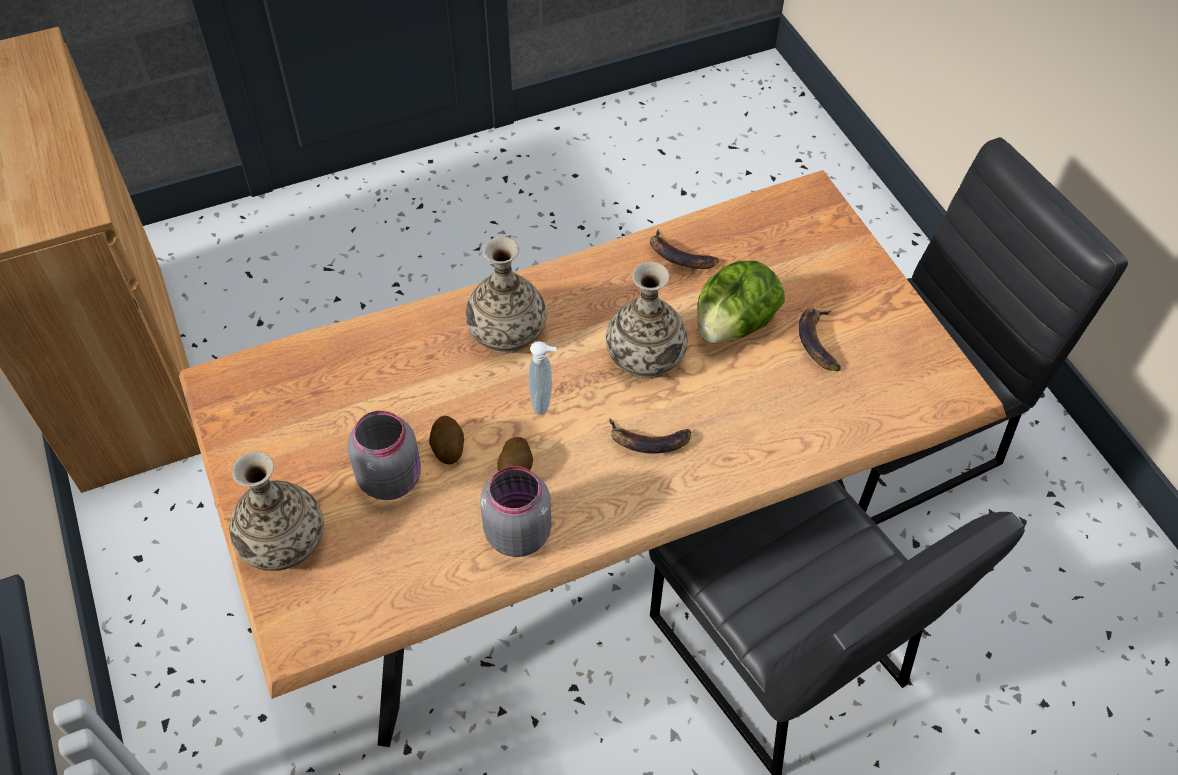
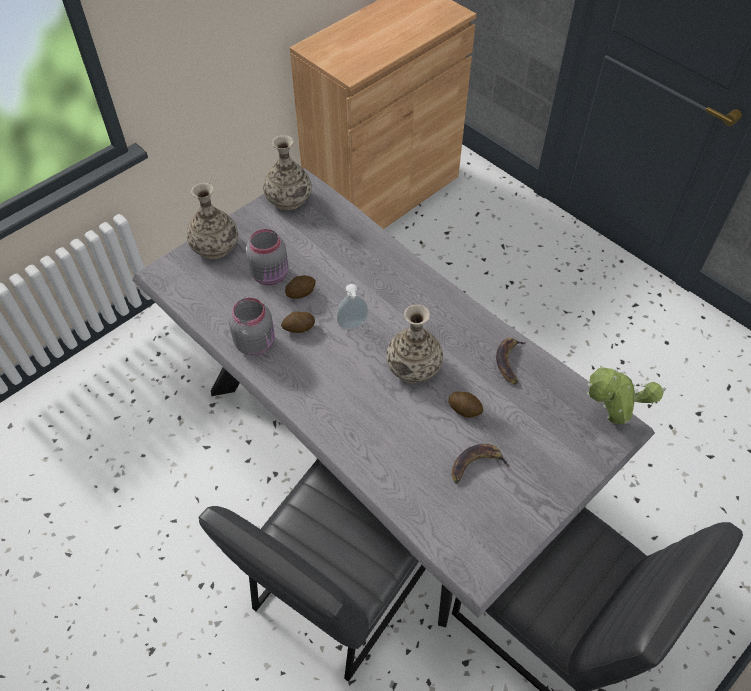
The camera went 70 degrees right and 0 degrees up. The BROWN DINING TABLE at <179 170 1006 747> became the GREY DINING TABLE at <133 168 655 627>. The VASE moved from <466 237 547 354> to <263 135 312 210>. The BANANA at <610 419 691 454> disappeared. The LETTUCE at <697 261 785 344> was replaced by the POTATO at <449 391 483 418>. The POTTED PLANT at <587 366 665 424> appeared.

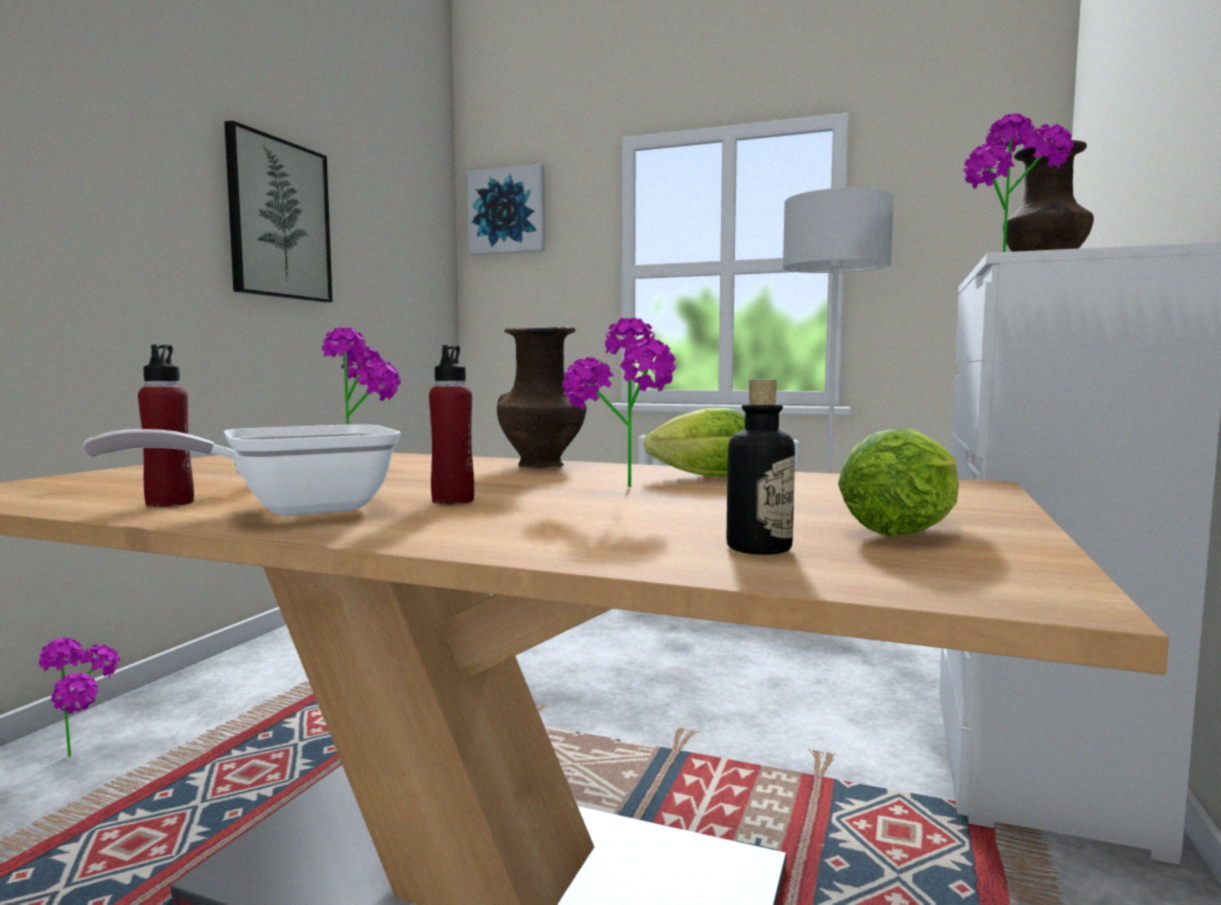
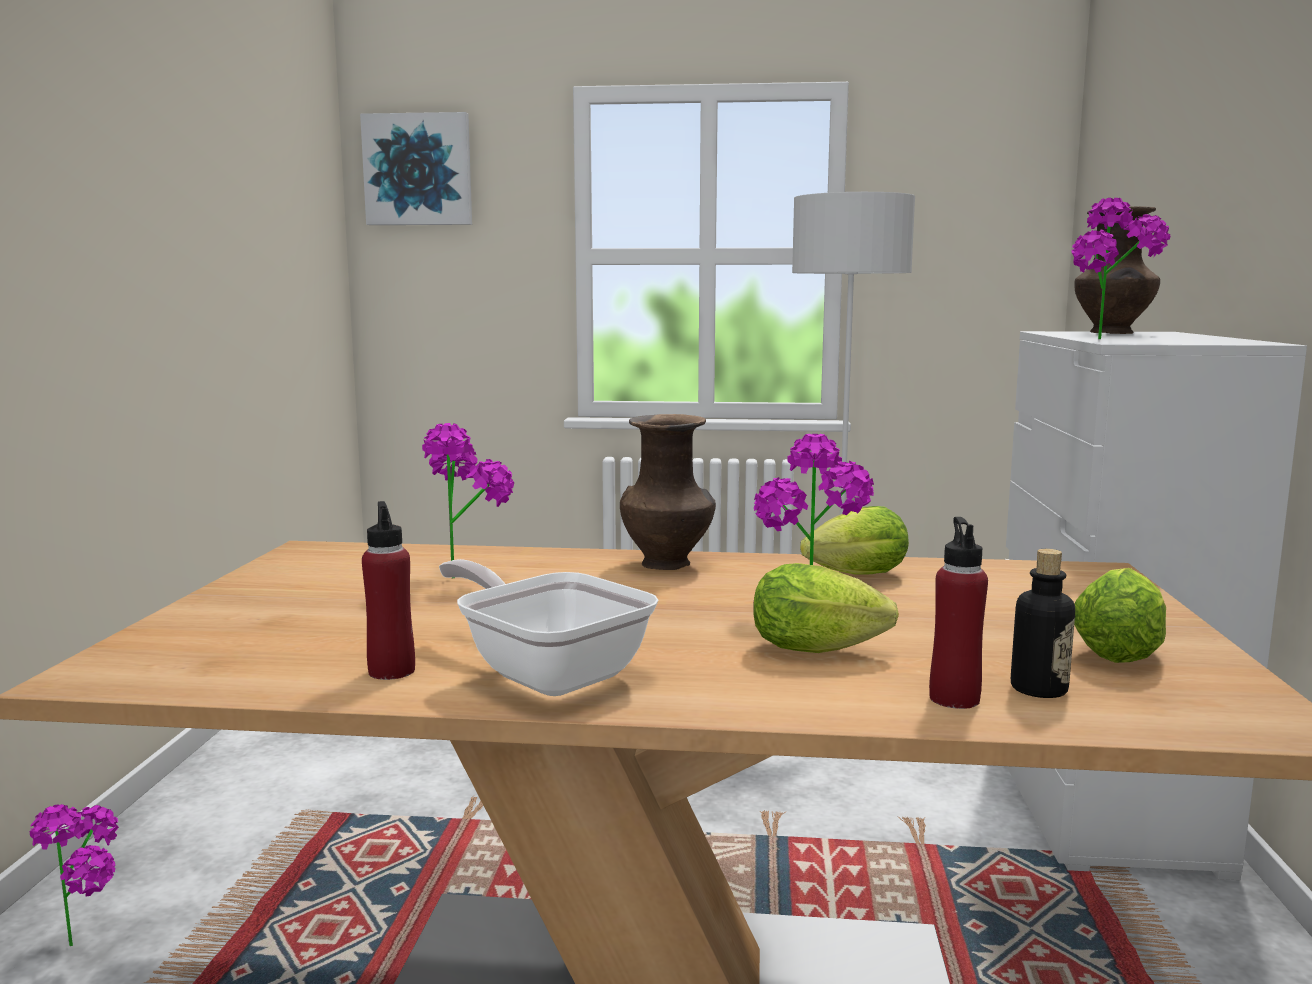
The camera went 15 degrees left and 5 degrees up. The FRYING PAN at <83 424 401 516> turned 90 degrees clockwise. The PICTURE at <224 120 332 302> disappeared. The RED BOTTLE moved from <429 345 474 504> to <929 517 988 709>. The LETTUCE at <753 563 899 653> appeared.

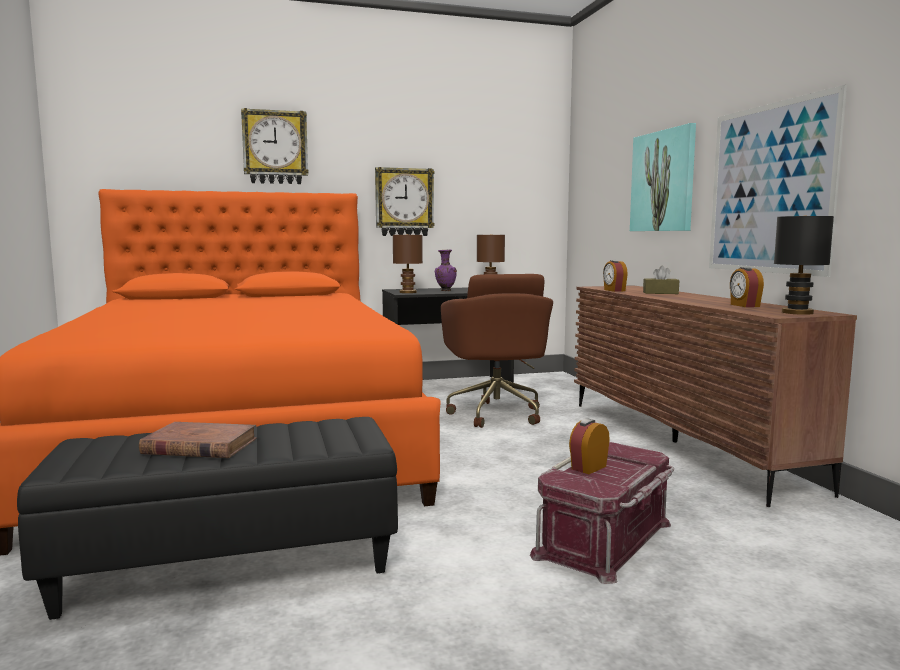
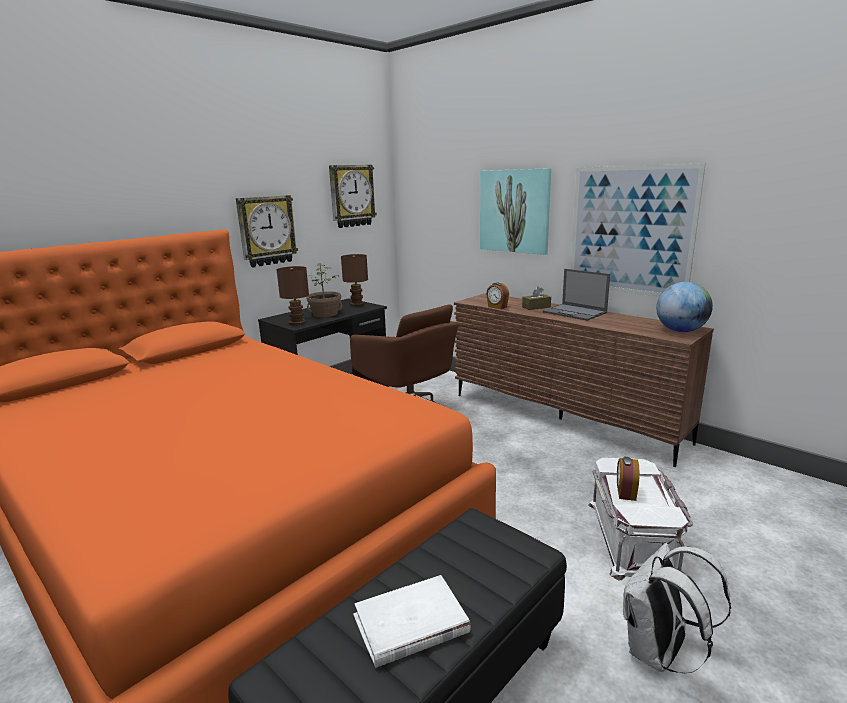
The camera went 30 degrees left and 10 degrees up. The BROWN BOOK at <139 422 257 458> became the WHITE BOOK at <353 575 471 668>. The WALL CLOCK moved from <241 108 308 184> to <329 165 377 228>. The PURPLE VASE at <435 250 457 291> was replaced by the POTTED PLANT at <306 263 342 317>. The RED STORAGE BOX at <530 442 674 584> became the WHITE STORAGE BOX at <588 458 693 581>. The ALARM CLOCK at <730 267 764 307> disappeared. The BLACK TABLE LAMP at <774 215 834 315> was replaced by the GLOBE at <656 282 713 332>. The LAPTOP at <543 269 610 321> appeared. The WHITE BACKPACK at <623 543 731 673> appeared.

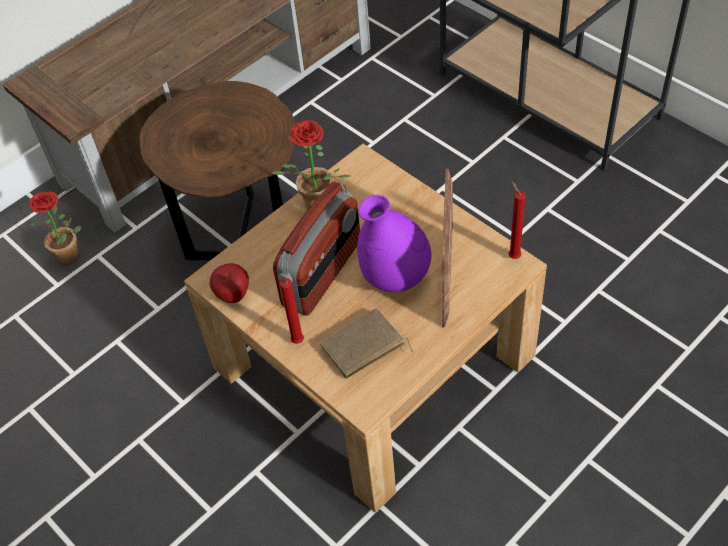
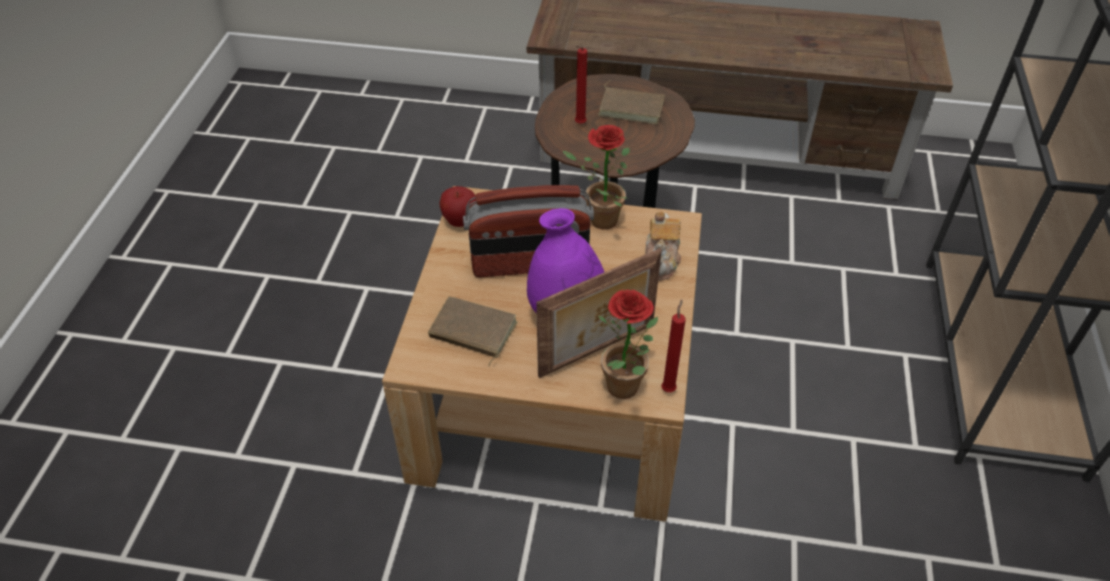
The camera went 50 degrees right and 5 degrees down. The POTTED PLANT moved from <29 191 81 265> to <598 289 658 399>. The RED CANDLE moved from <280 278 304 344> to <575 46 587 124>. The BROWN BOOK at <598 80 665 124> appeared. The TEAPOT at <646 211 681 281> appeared.

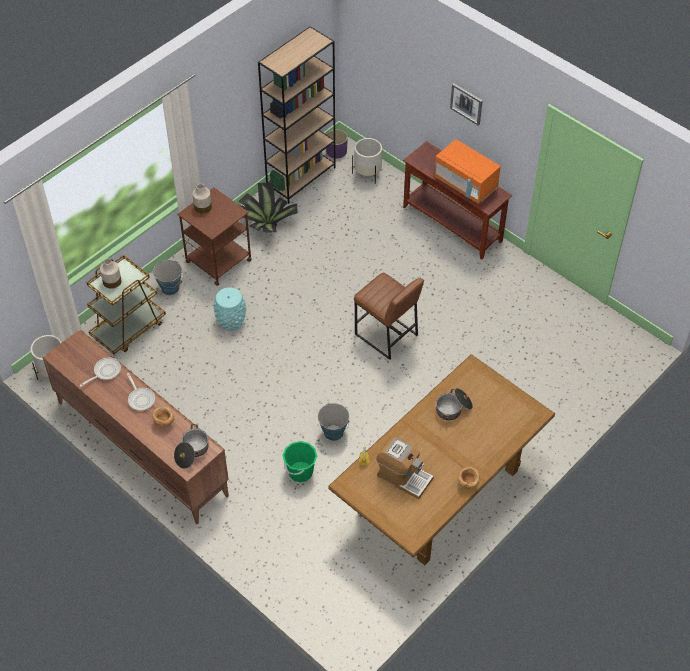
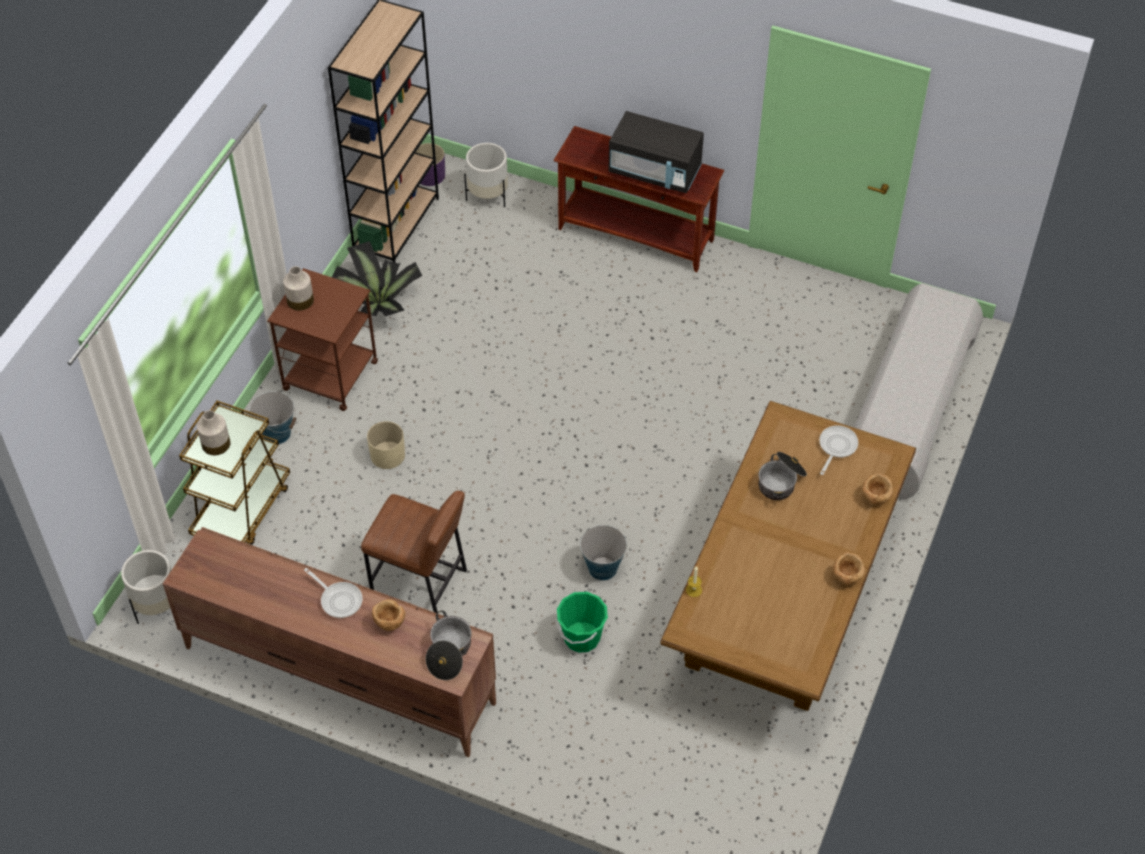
The camera went 20 degrees left and 0 degrees up. The FRYING PAN moved from <79 358 121 387> to <819 425 858 475>. The TURQUOISE STOOL at <214 287 246 331> was replaced by the BEIGE PLANTER at <367 421 405 469>. The BROWN CHAIR moved from <354 273 424 360> to <361 490 467 613>. The COFFEE MACHINE at <376 436 434 499> disappeared. The ORANGE MICROWAVE at <434 139 501 204> became the BLACK MICROWAVE at <608 111 704 193>. The PICTURE at <450 83 483 126> disappeared. The GREY BENCH at <853 283 983 500> appeared. The BROWN BOWL at <862 473 893 505> appeared.

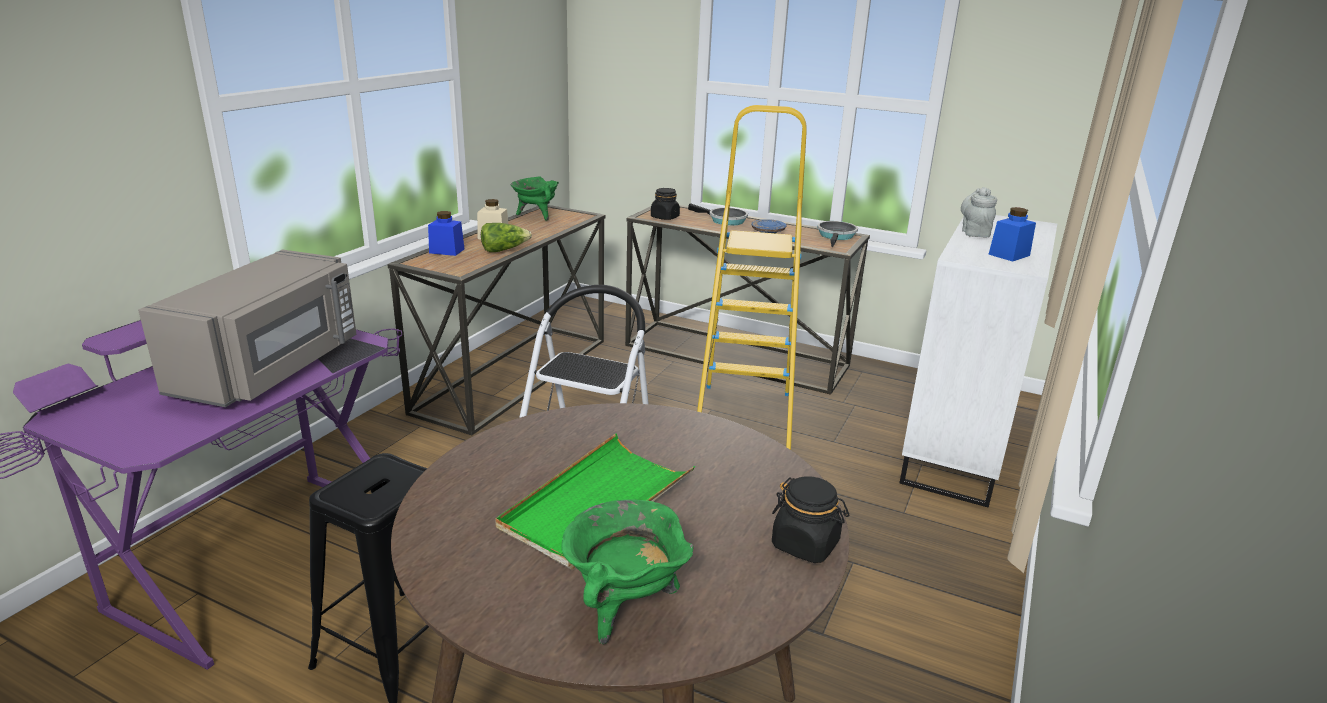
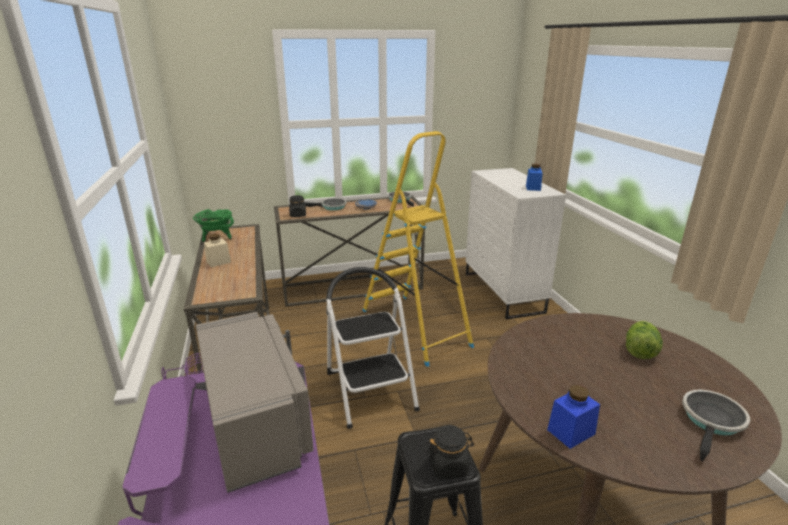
The camera went 40 degrees left and 0 degrees up. The BLUE JAR moved from <428 211 464 256> to <547 385 600 449>. The LETTUCE moved from <481 223 532 252> to <626 321 663 359>. The GREEN TRAY at <495 434 695 569> disappeared. The GREEN COOKING POT at <562 499 693 644> was replaced by the FRYING PAN at <682 390 750 461>. The BLACK JAR moved from <772 476 849 563> to <427 425 474 479>. The GREY TEAPOT at <961 187 997 237> disappeared.

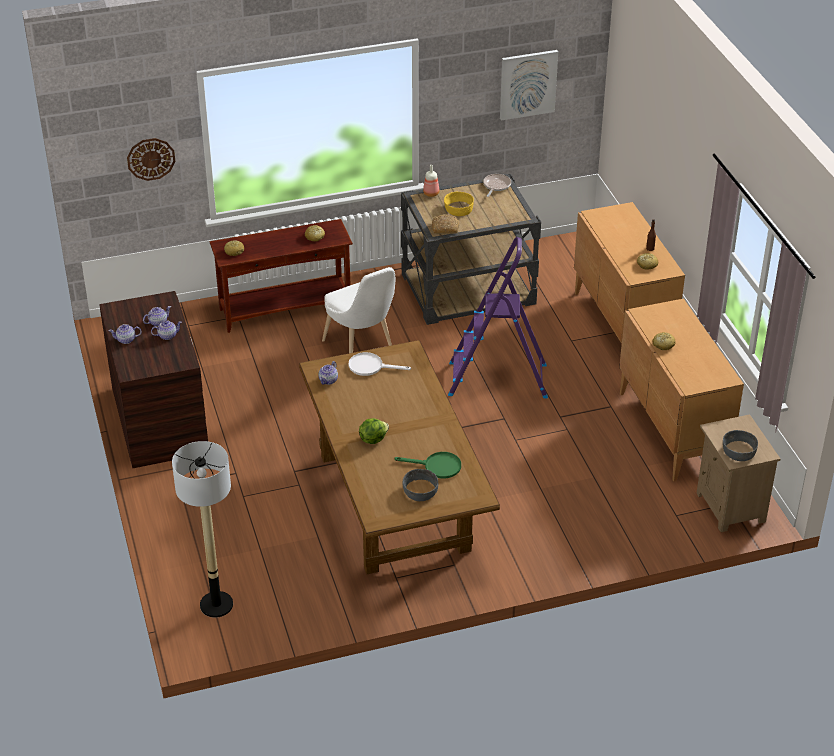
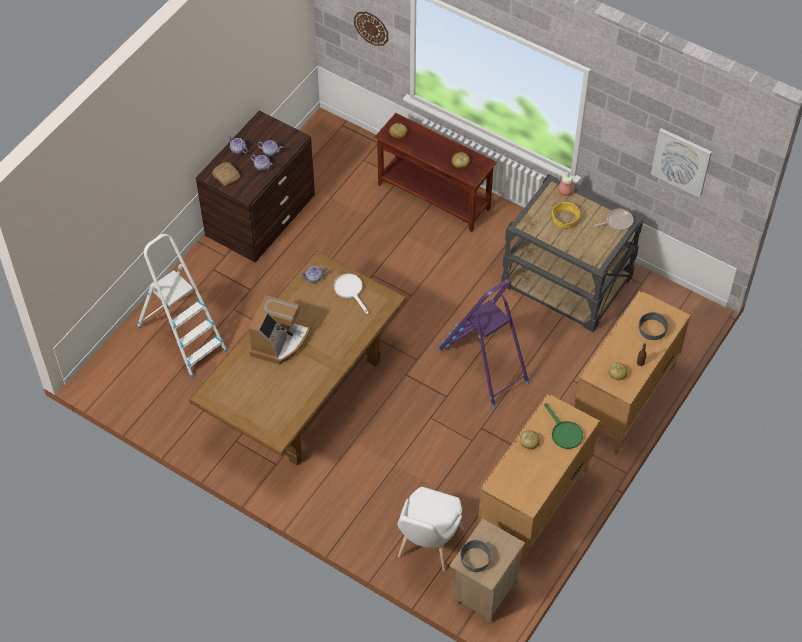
The camera went 50 degrees right and 15 degrees up. The FLOOR LAMP at <172 441 233 618> disappeared. The WHITE CHAIR moved from <322 267 395 353> to <397 487 464 572>. The LETTUCE at <359 418 389 444> was replaced by the COFFEE MACHINE at <249 295 312 365>. The GREEN FRYING PAN moved from <395 452 461 478> to <544 403 583 449>. The GREY BOWL moved from <402 469 438 501> to <639 312 668 340>. The BREAD moved from <432 214 460 234> to <212 162 240 186>. The WHITE STEP LADDER at <137 234 228 378> appeared.

